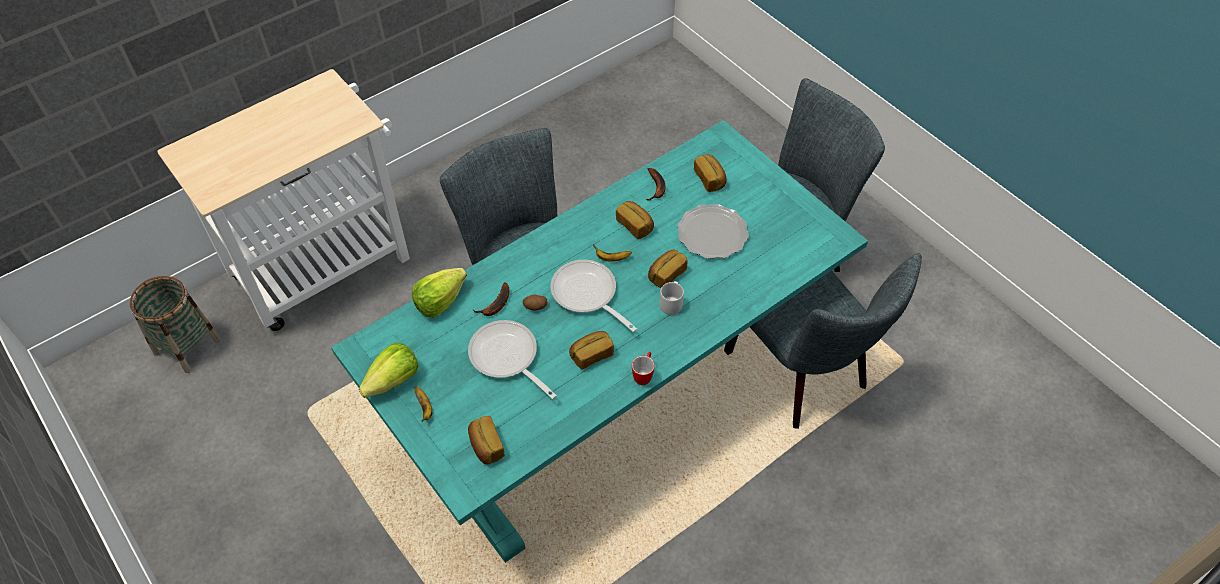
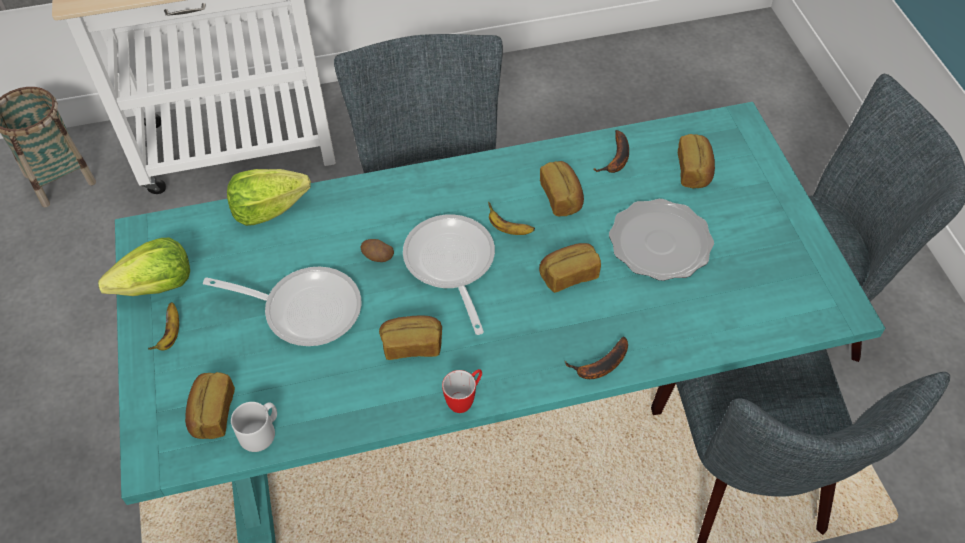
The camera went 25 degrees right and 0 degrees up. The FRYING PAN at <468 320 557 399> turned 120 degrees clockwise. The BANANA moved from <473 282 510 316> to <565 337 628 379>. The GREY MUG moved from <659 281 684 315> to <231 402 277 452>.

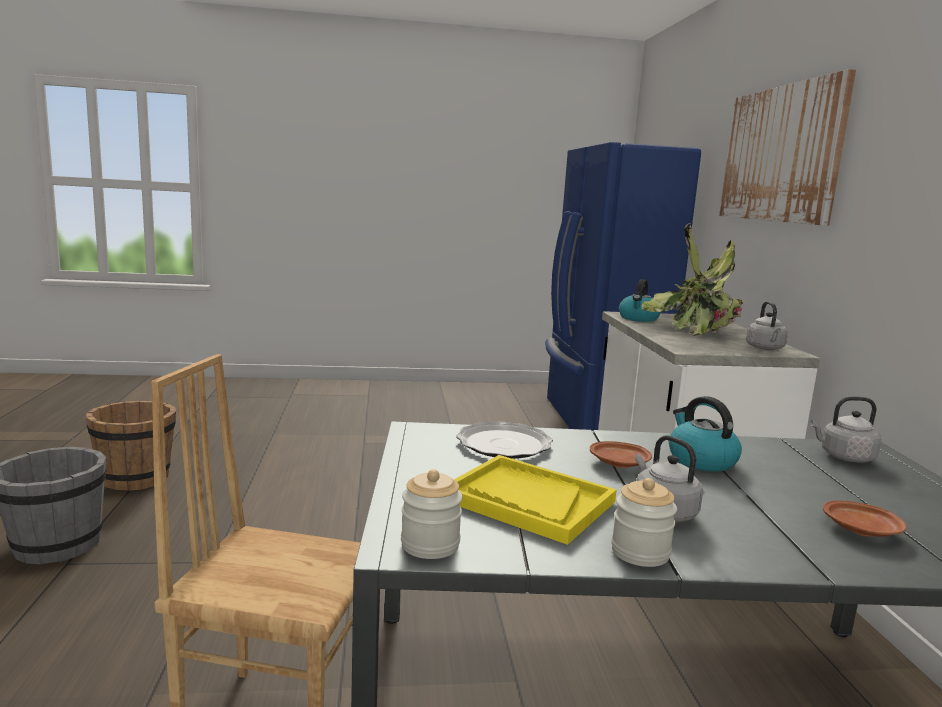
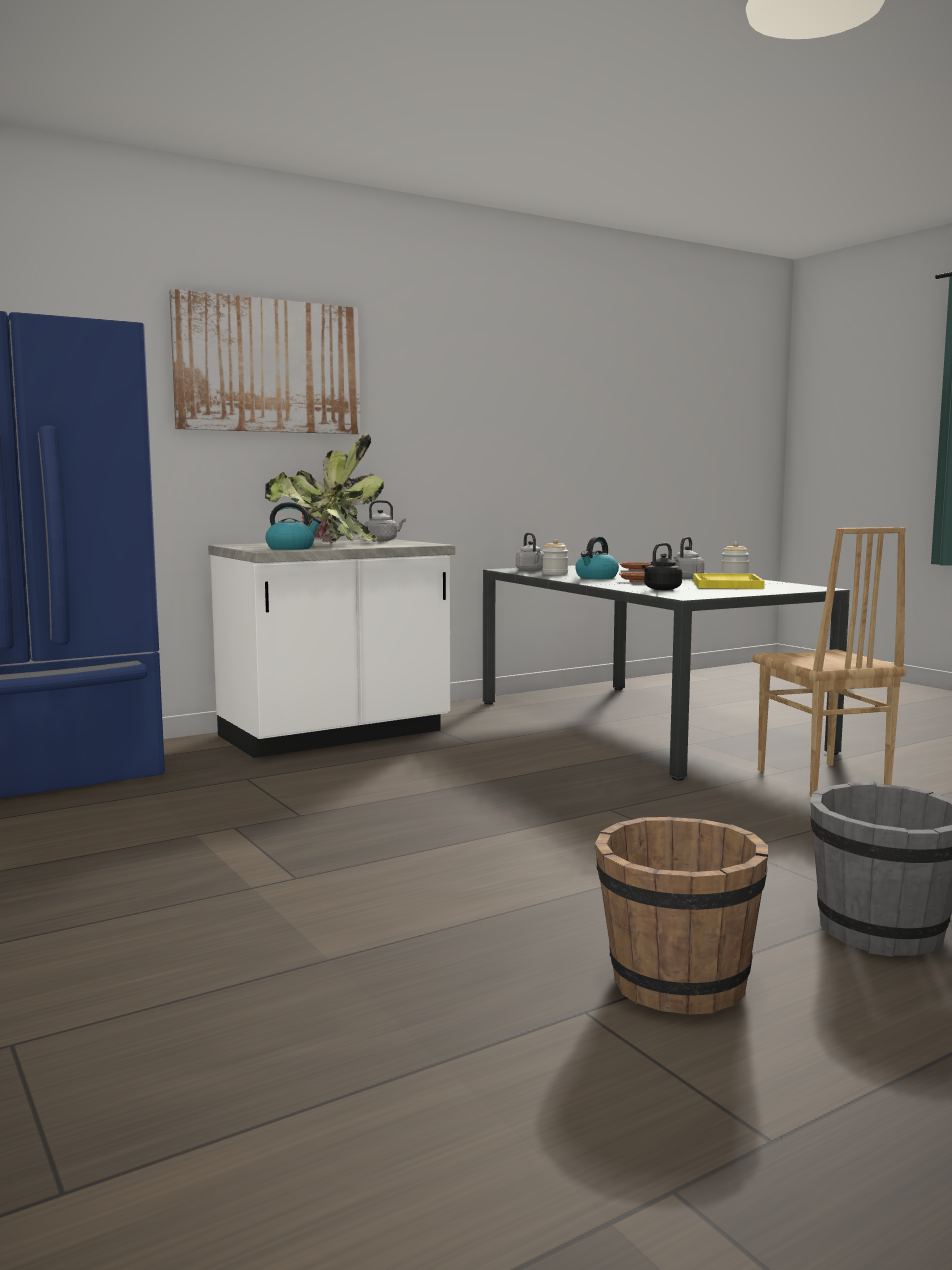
The camera went 115 degrees left and 5 degrees down. The JAR moved from <401 469 463 559> to <542 539 568 575>. The PLATE at <456 421 553 459> was replaced by the BLACK KETTLE at <642 543 682 590>.

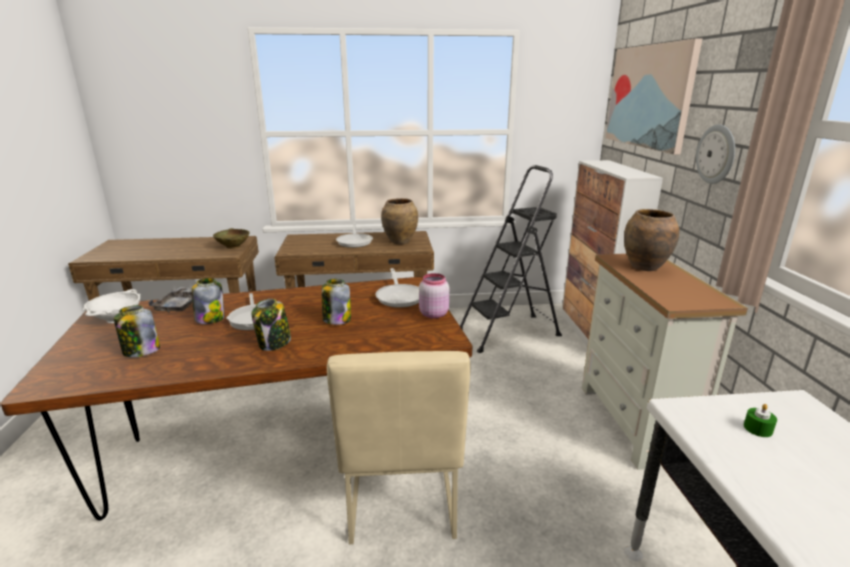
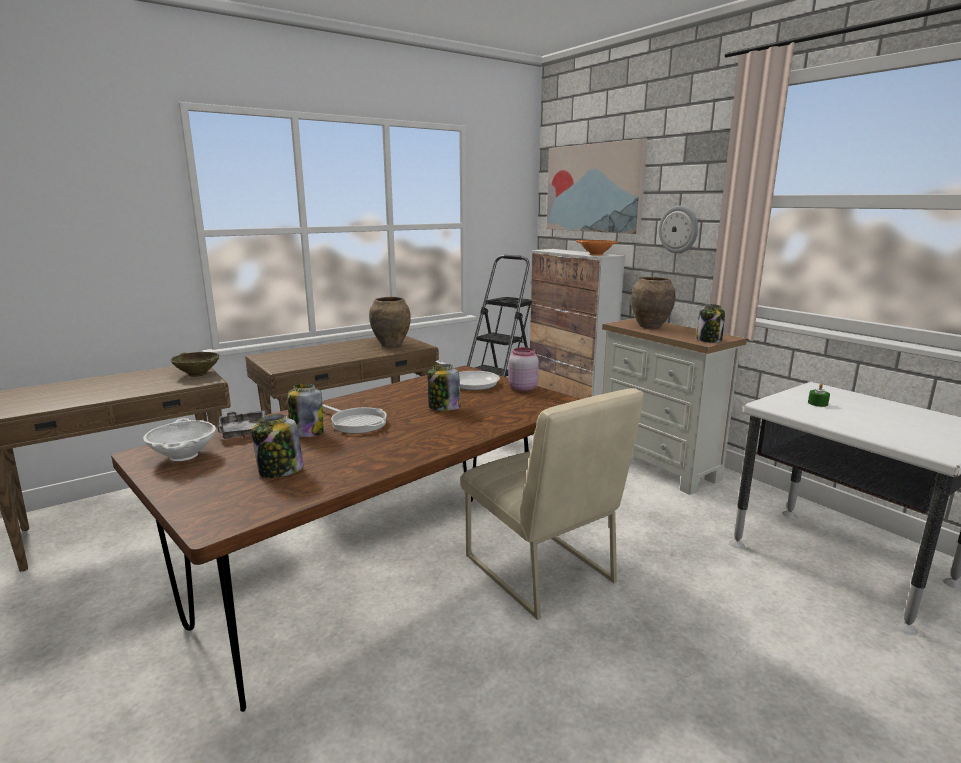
The camera went 30 degrees left and 5 degrees down. The JAR moved from <251 299 291 351> to <696 304 725 343>. The FRYING PAN at <336 223 373 248> disappeared. The ORANGE BOWL at <576 240 618 256> appeared.

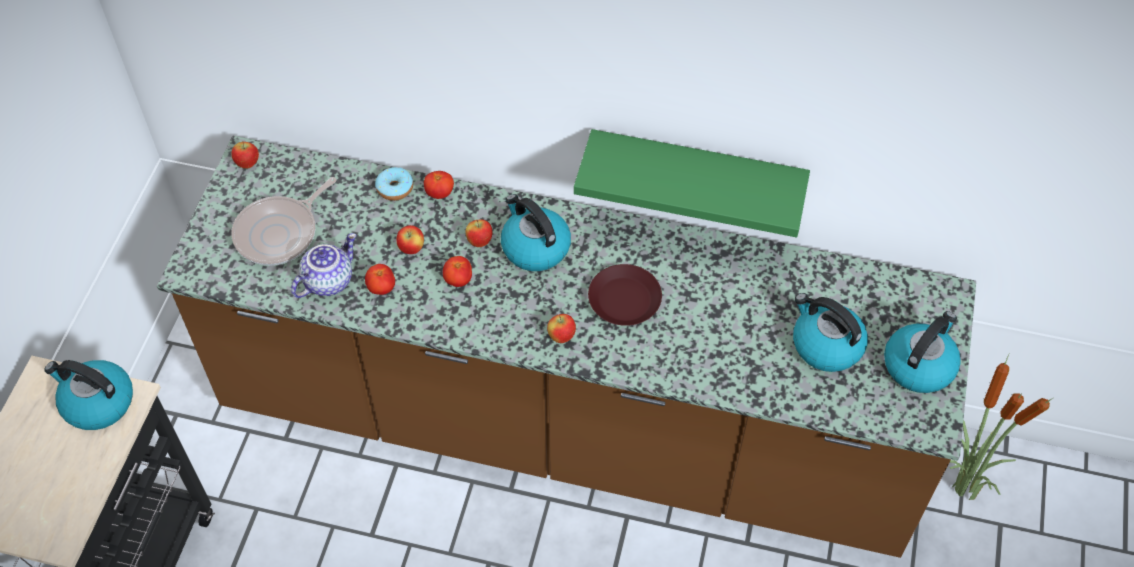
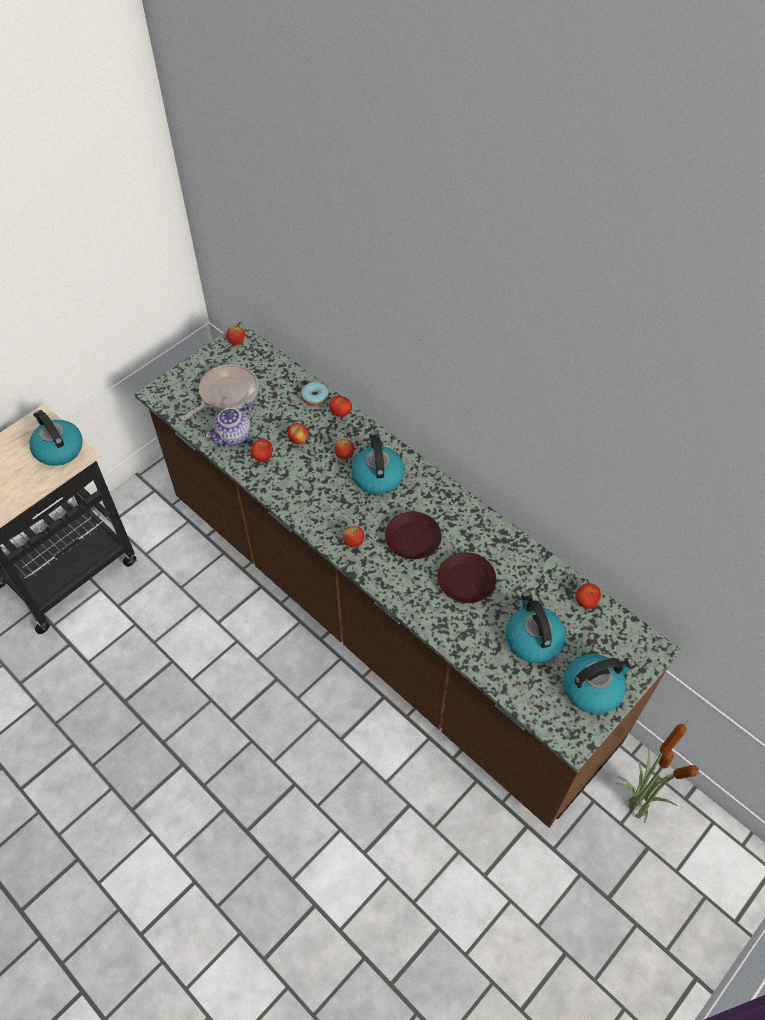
The camera went 30 degrees right and 0 degrees up. The FRYING PAN at <231 177 337 265> turned 150 degrees clockwise. The TEAPOT at <291 233 357 298> turned 150 degrees clockwise. The TOMATO moved from <443 256 472 287> to <576 583 601 609>. The GREEN SHELF at <574 129 810 237> disappeared. The BROWN PLATE at <438 552 496 603> appeared.

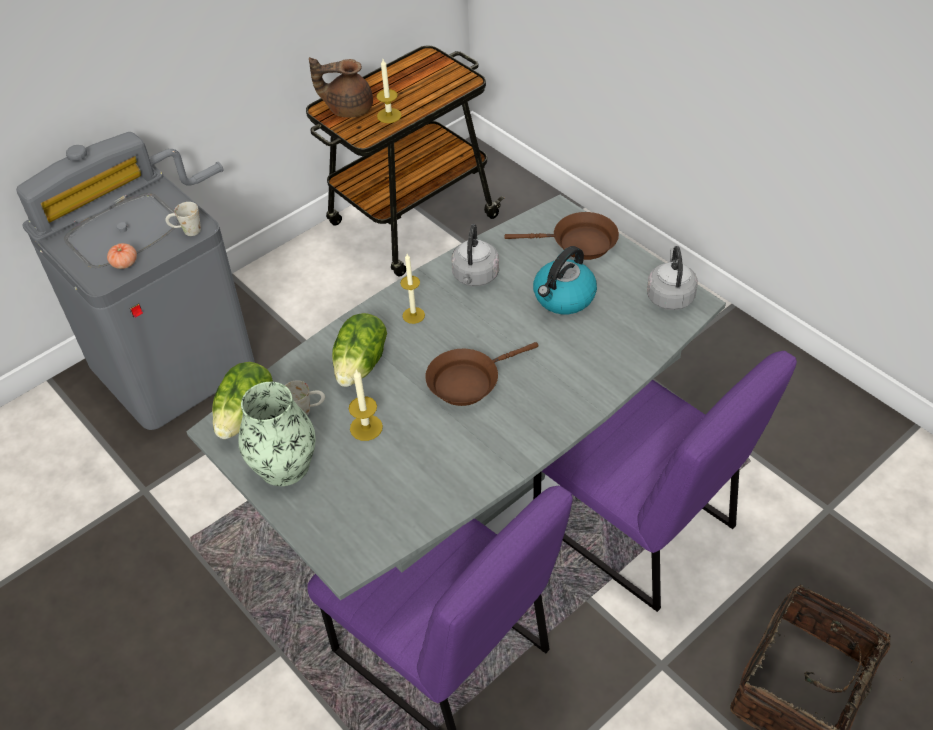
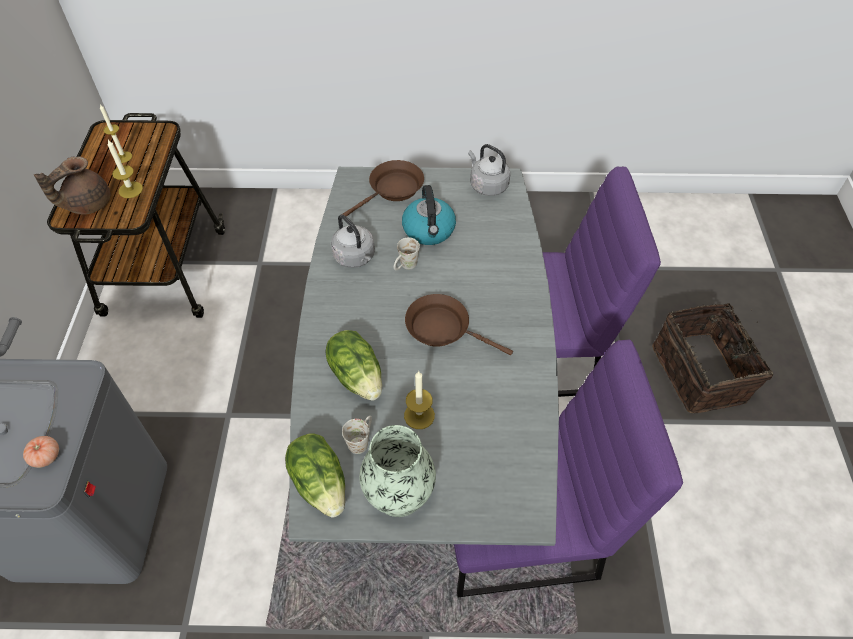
The camera went 50 degrees left and 5 degrees up. The WHITE MUG moved from <165 202 201 236> to <394 238 420 270>. The CANDLE moved from <400 254 425 324> to <100 104 132 163>. The BROWN FRYING PAN at <425 342 538 406> turned 105 degrees clockwise.

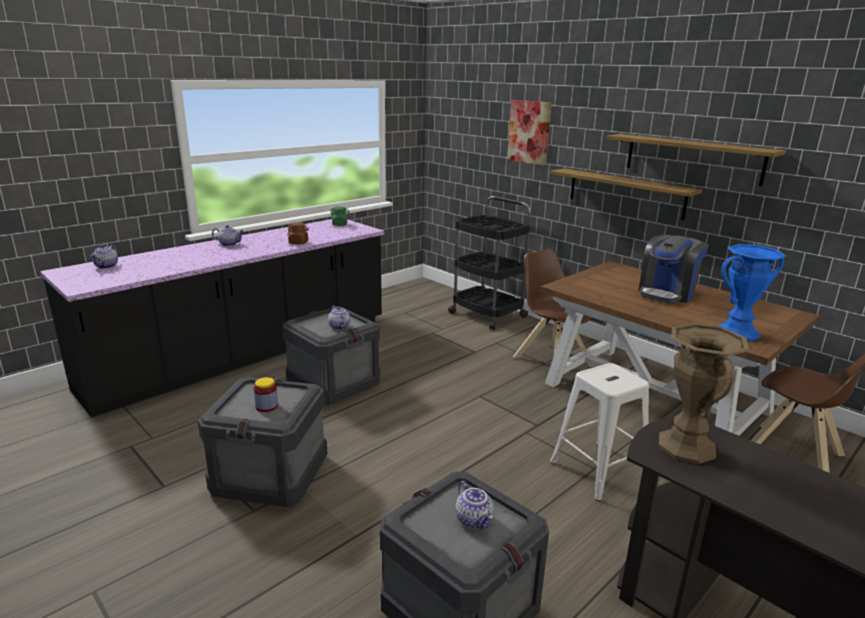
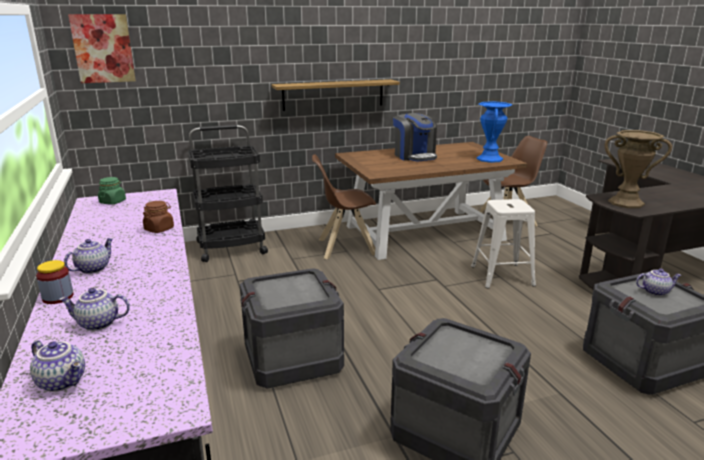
The camera went 65 degrees left and 0 degrees up. The JAR moved from <254 377 278 412> to <36 260 74 304>. The TEAPOT moved from <328 306 350 330> to <59 288 130 331>. The PICTURE moved from <507 100 552 166> to <68 14 136 83>. The SHELF at <606 134 786 186> disappeared.

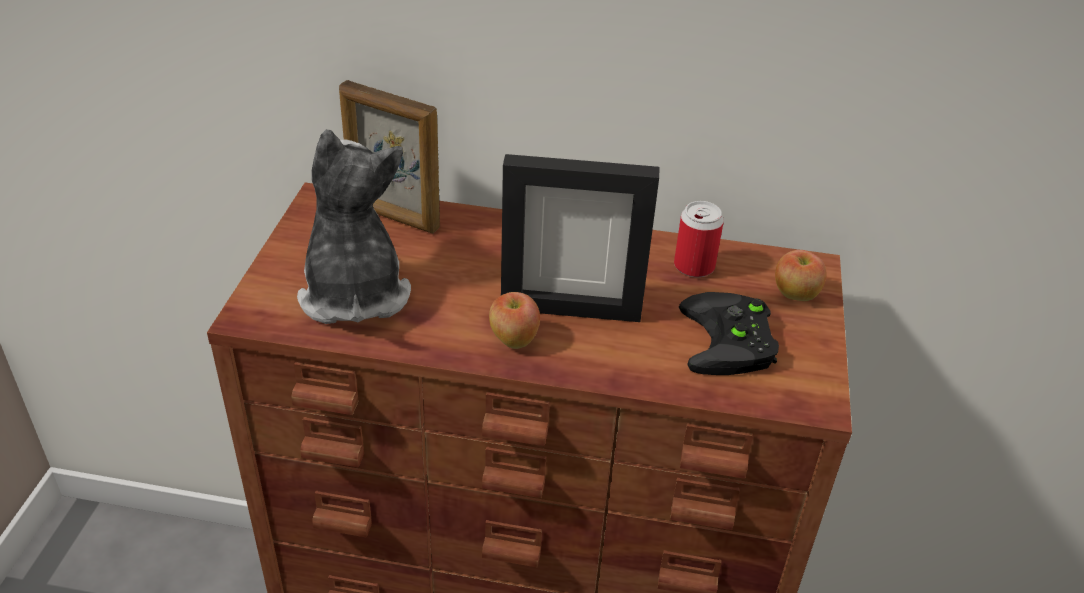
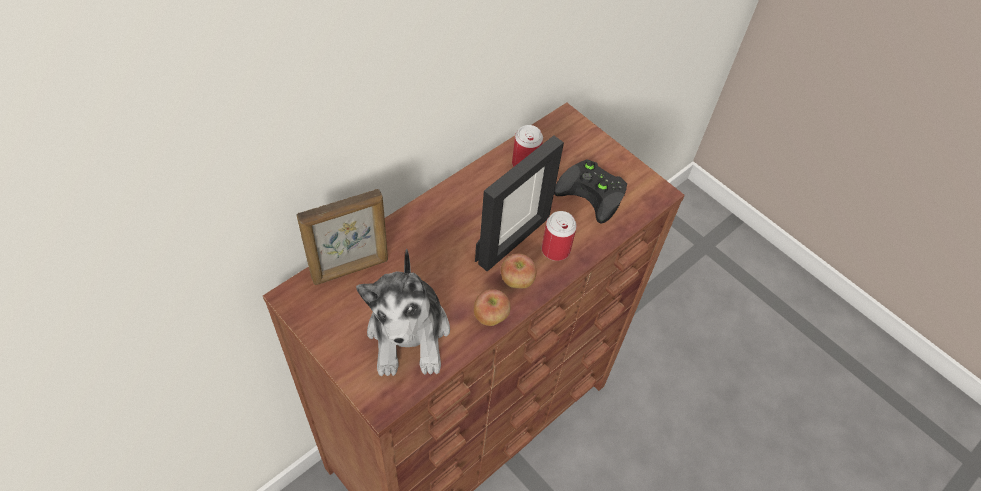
The camera went 55 degrees left and 15 degrees up. The PLUSH TOY at <297 129 411 324> turned 120 degrees counterclockwise. The APPLE moved from <775 250 826 301> to <474 289 511 326>. The CAN at <542 211 577 261> appeared.

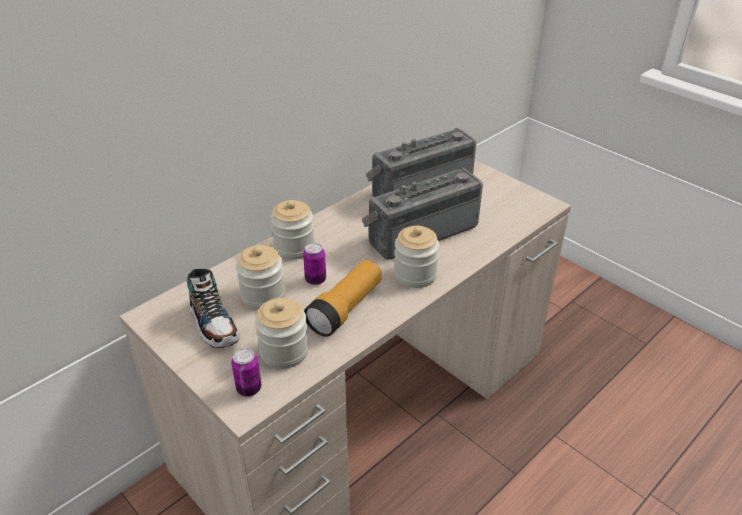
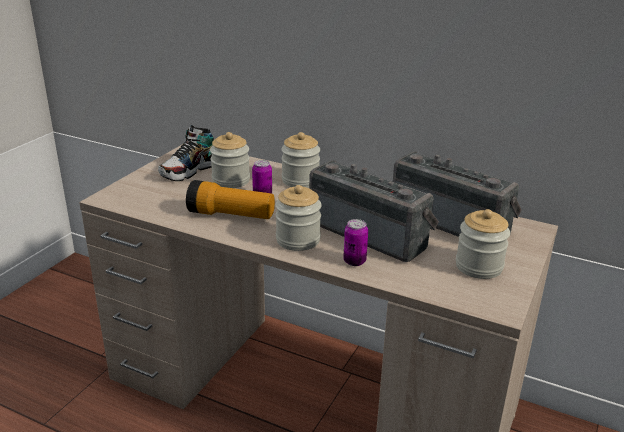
The camera went 70 degrees right and 10 degrees down. The CAN moved from <231 348 261 396> to <343 219 368 266>. The JAR moved from <255 298 309 369> to <456 209 510 279>.

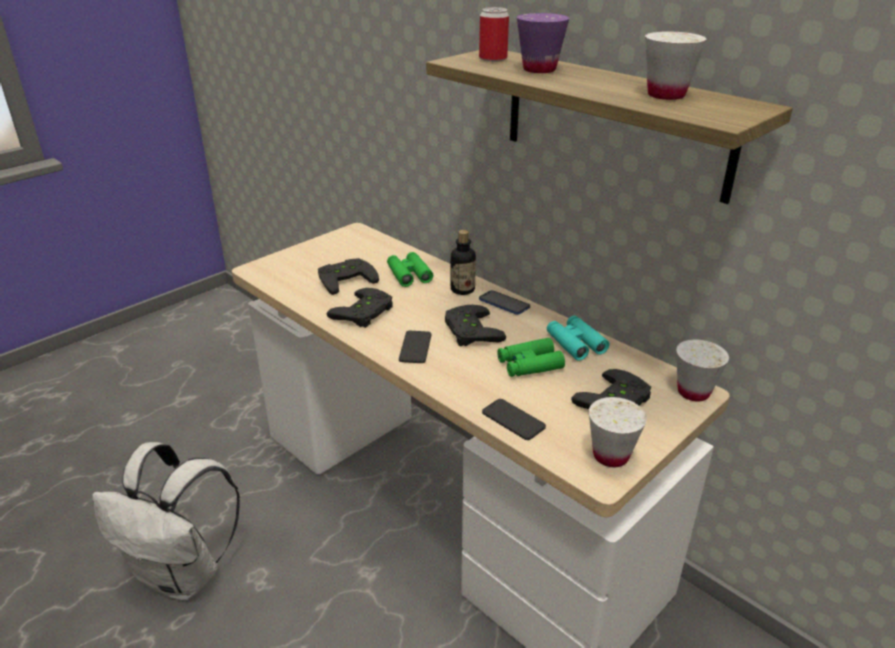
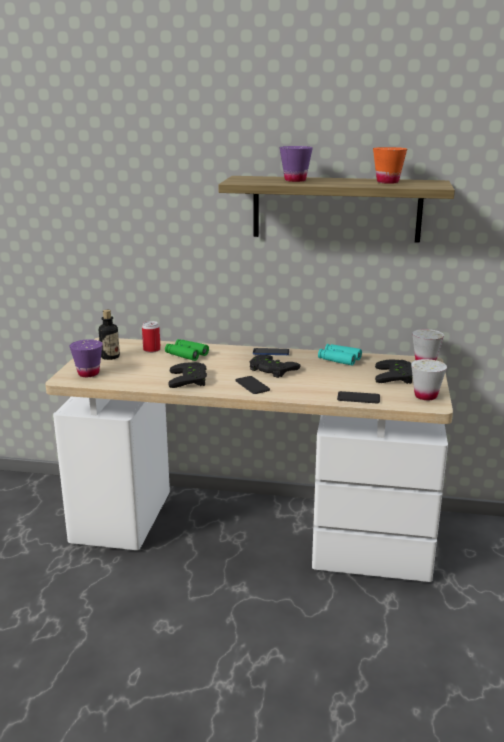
The camera went 35 degrees left and 10 degrees down. The WHITE BACKPACK at <92 442 240 601> disappeared. The BLACK GAME CONTROLLER at <318 258 379 295> disappeared. The BOTTLE moved from <451 230 476 295> to <99 310 120 360>. The CAN moved from <479 7 509 62> to <142 321 161 353>. The GREEN BINOCULARS at <497 338 565 377> disappeared. The WHITE CUP at <645 32 706 100> became the ORANGE CUP at <373 147 407 184>. The PURPLE CUP at <70 339 103 377> appeared.

